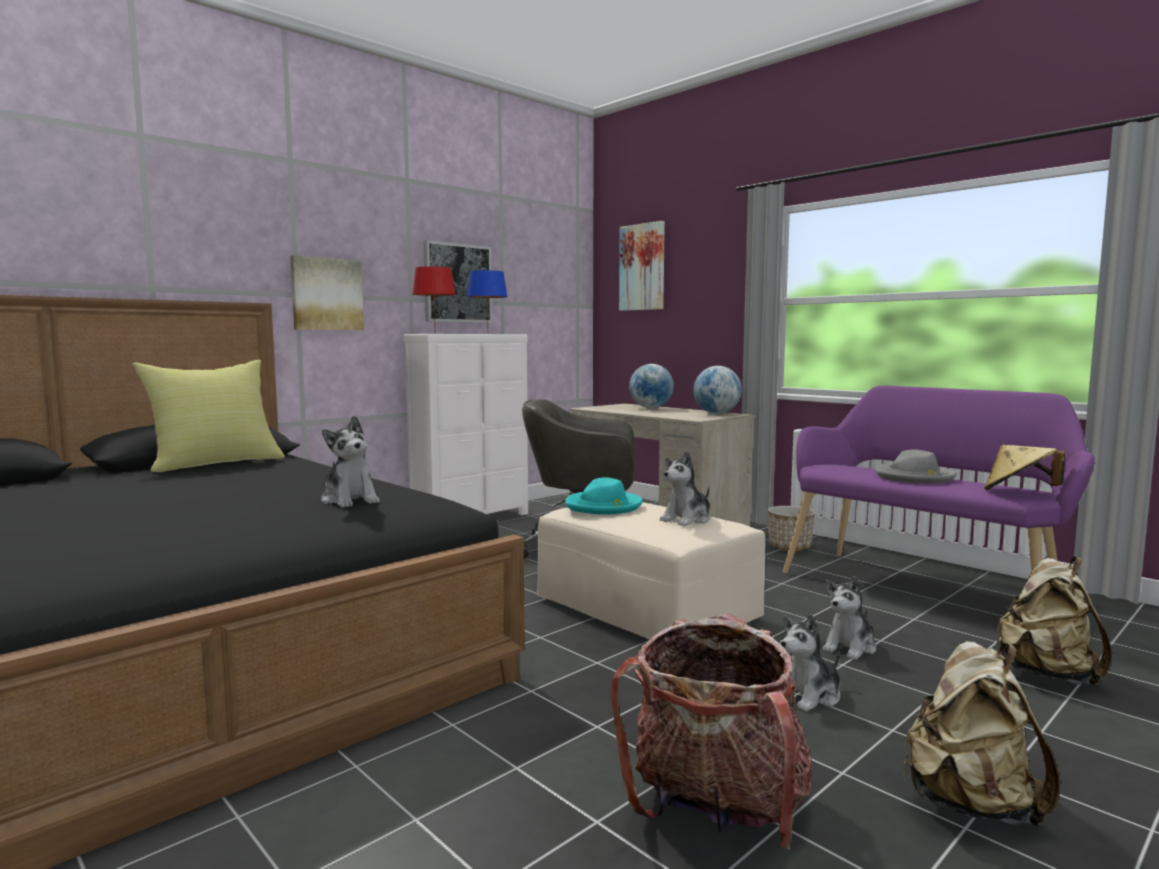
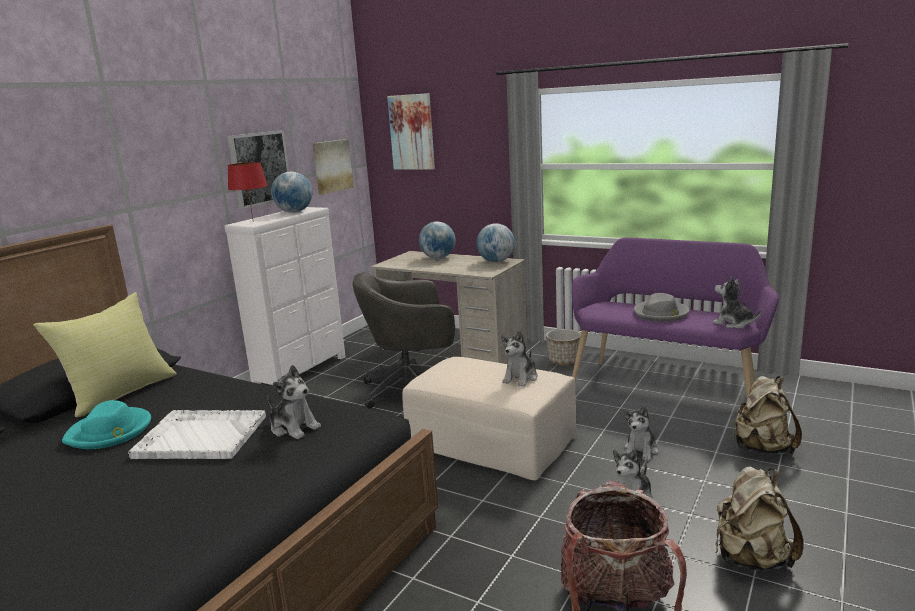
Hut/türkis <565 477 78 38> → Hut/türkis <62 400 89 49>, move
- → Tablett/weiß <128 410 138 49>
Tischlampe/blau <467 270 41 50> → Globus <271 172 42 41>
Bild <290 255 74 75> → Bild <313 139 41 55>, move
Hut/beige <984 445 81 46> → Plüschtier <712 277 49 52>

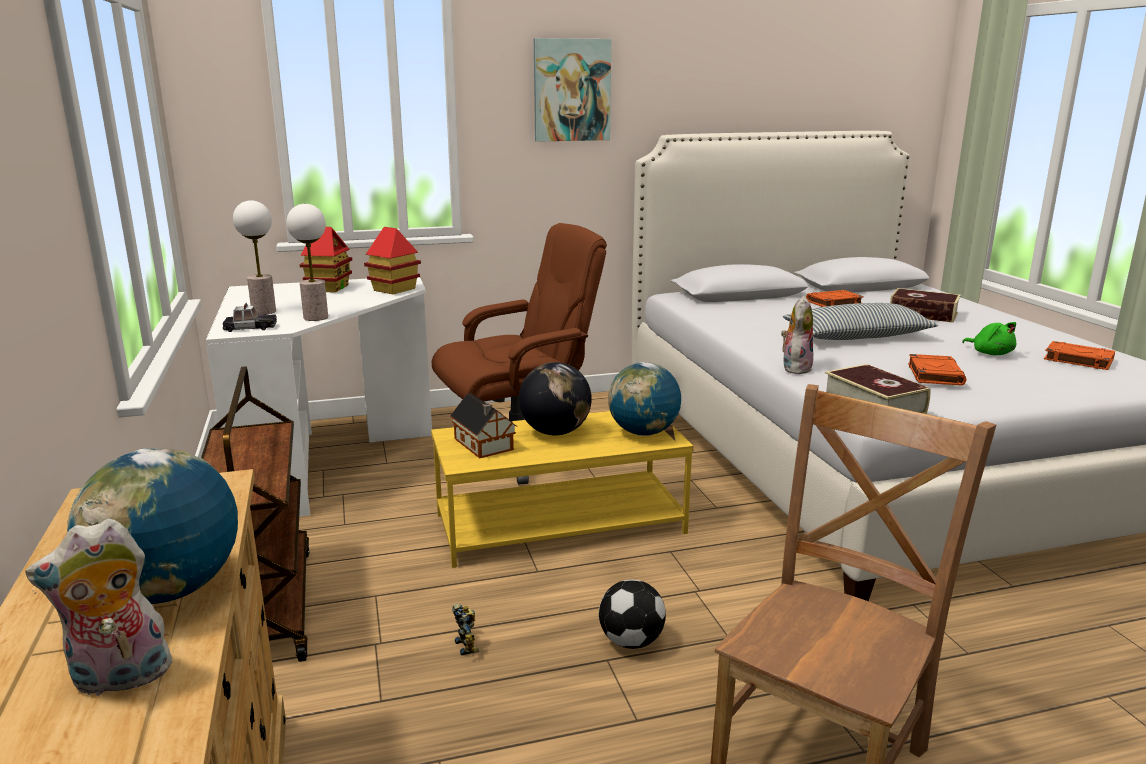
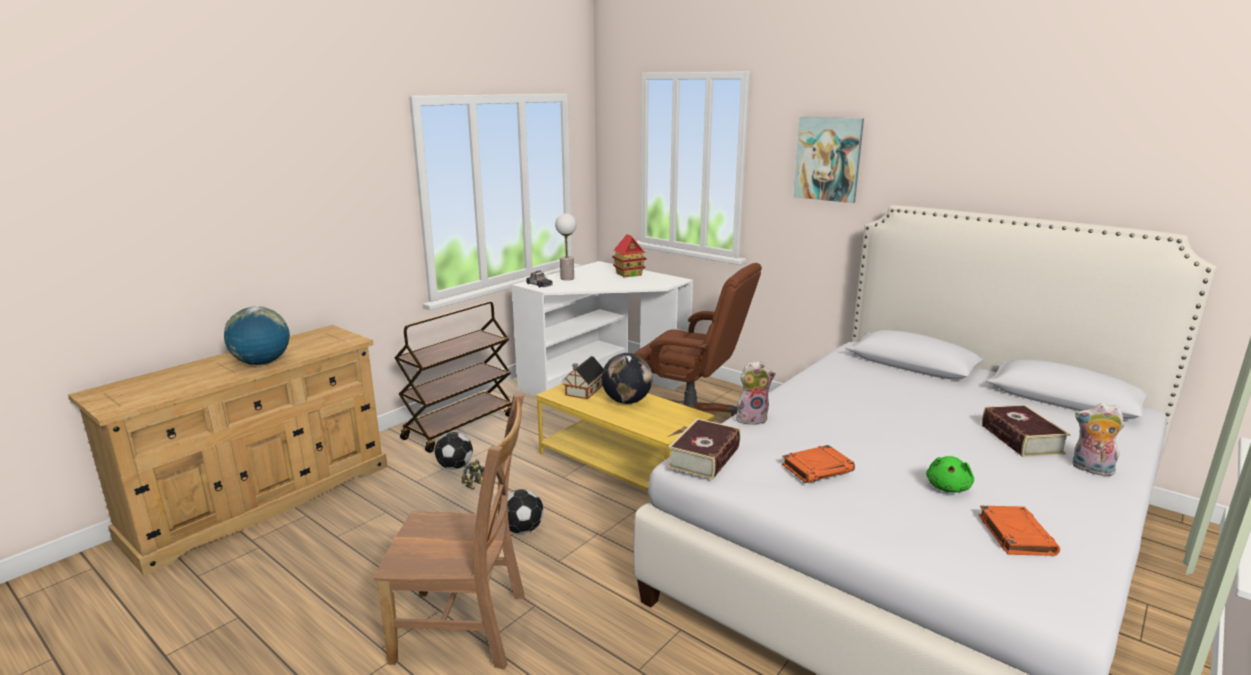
- → Fußball <435 432 38 37>
Plüschtier <25 518 149 179> → Plüschtier <1072 403 53 73>, move
Tischlampe <287 204 41 117> → -
Spielzeughaus <364 227 57 67> → -
Globus <608 362 73 74> → -
Kissen <783 303 155 37> → -
Buch/orange <806 290 58 17> → -

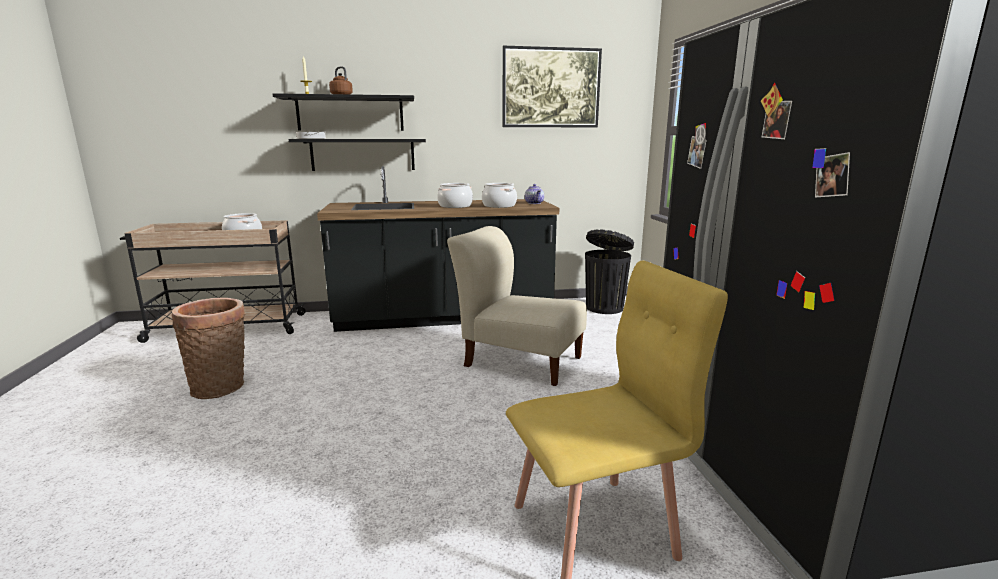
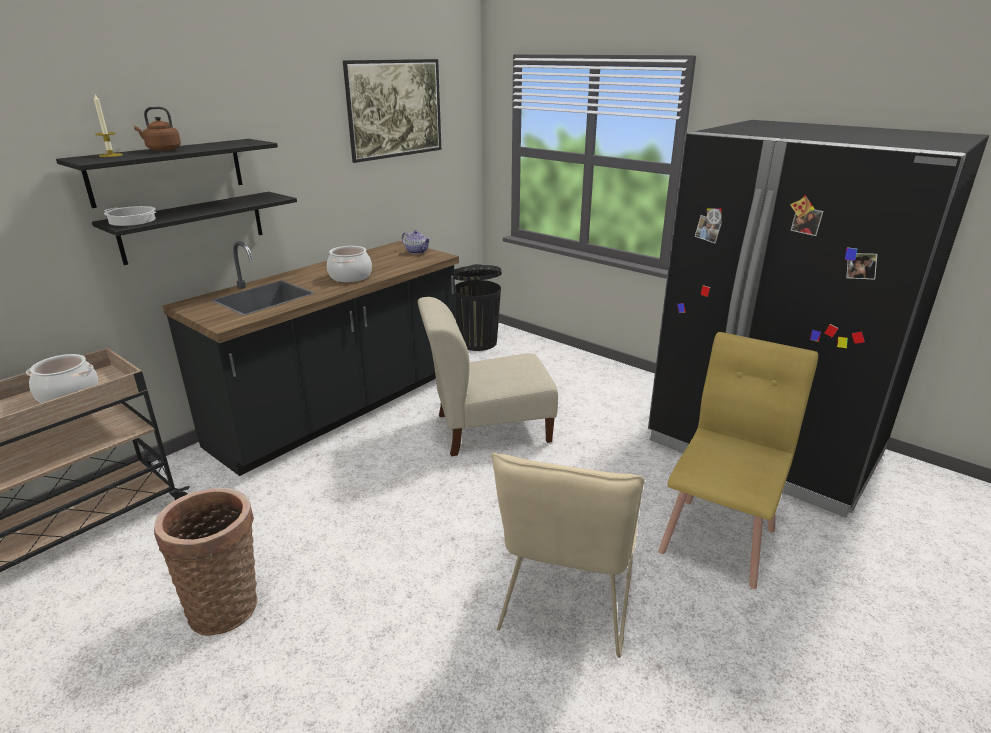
- → Stuhl/beige <491 453 154 205>
Kochtopf <482 183 35 25> → -

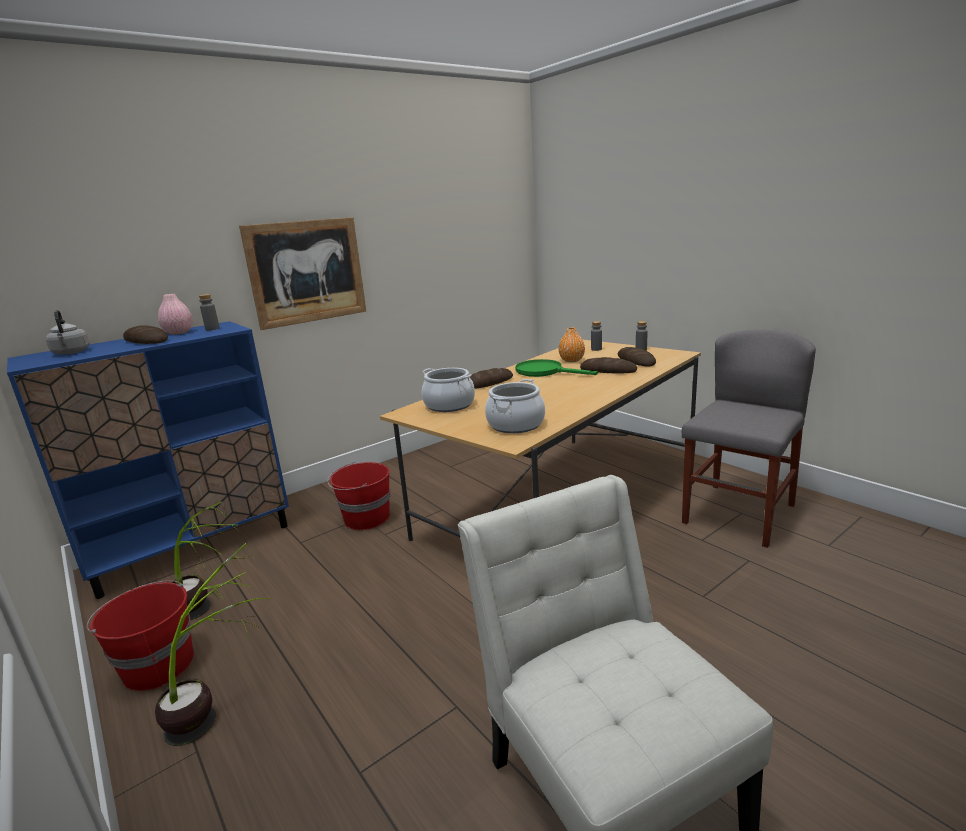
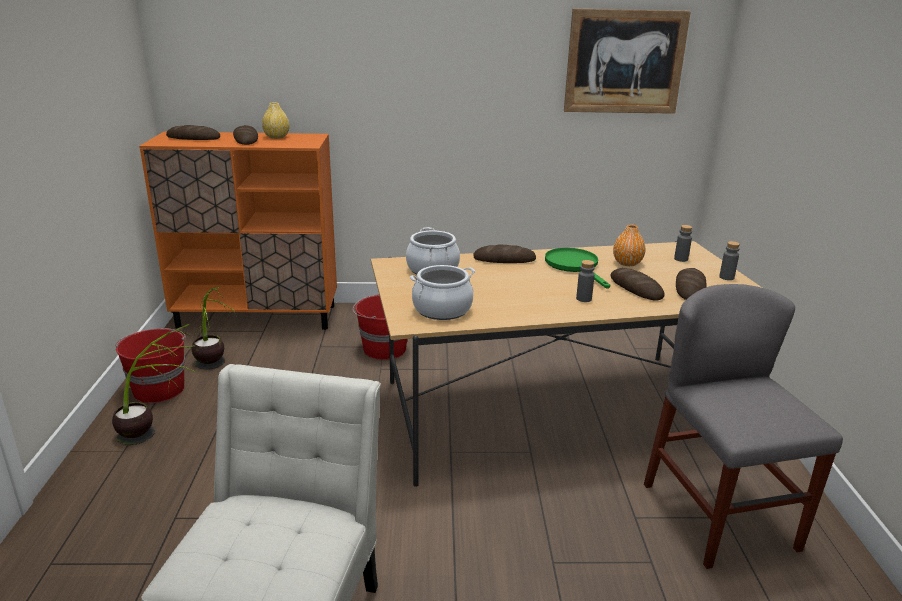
Schrank/blau <7 321 282 278> → Schrank/orange <139 131 198 199>
Wasserkessel/grau <46 310 44 45> → Brot <166 125 54 15>
Vase/rosa <158 294 35 41> → Vase/gelb <262 102 28 37>
Bild <239 217 127 113> → Bild <564 8 127 106>, move
Flasche/grau <199 294 21 36> → Flasche/grau <576 260 19 42>, move
Stuhl/grau <682 330 134 218> → Stuhl/grau <644 284 199 285>, 90 degrees counterclockwise

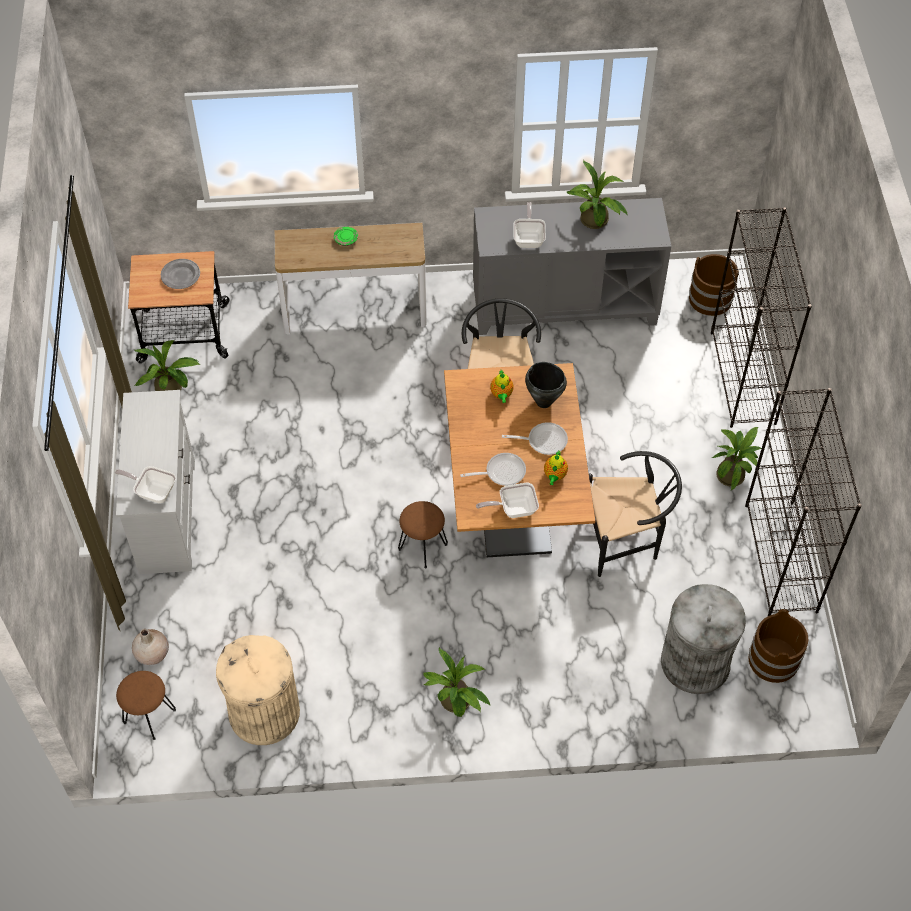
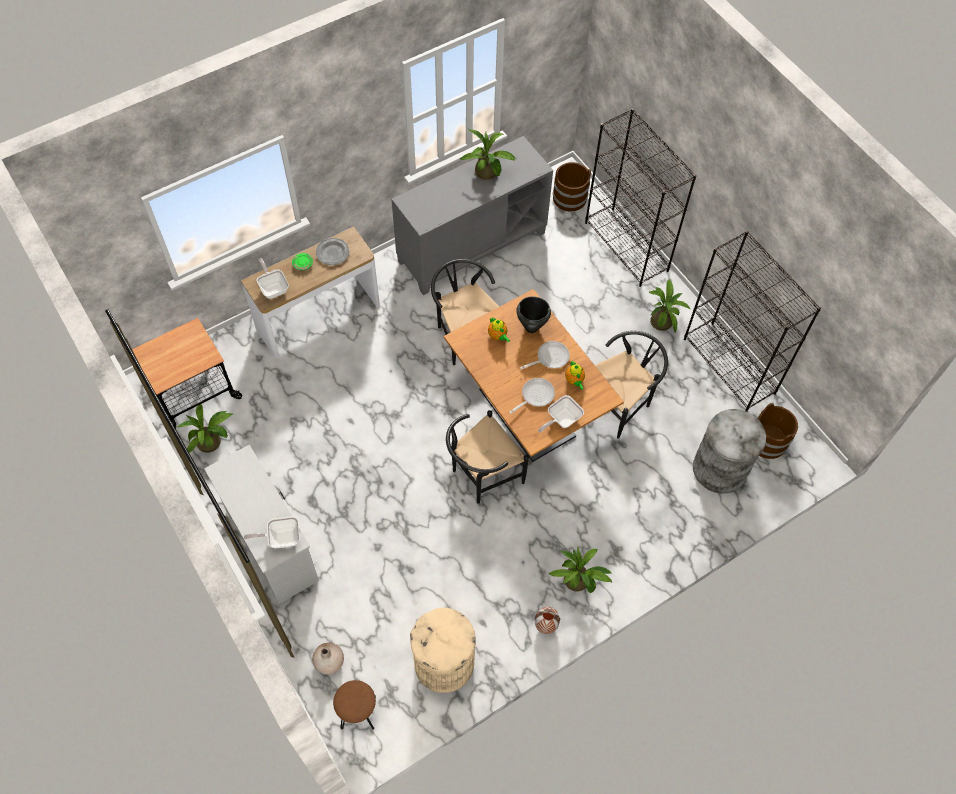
Pfanne <513 202 33 46> → Pfanne <256 258 33 41>, move
Teller/grau <161 259 39 30> → Teller/grau <316 238 33 27>, move
Hocker/braun <398 501 50 67> → Stuhl/schwarz <446 410 83 94>
- → Vase <535 607 25 27>

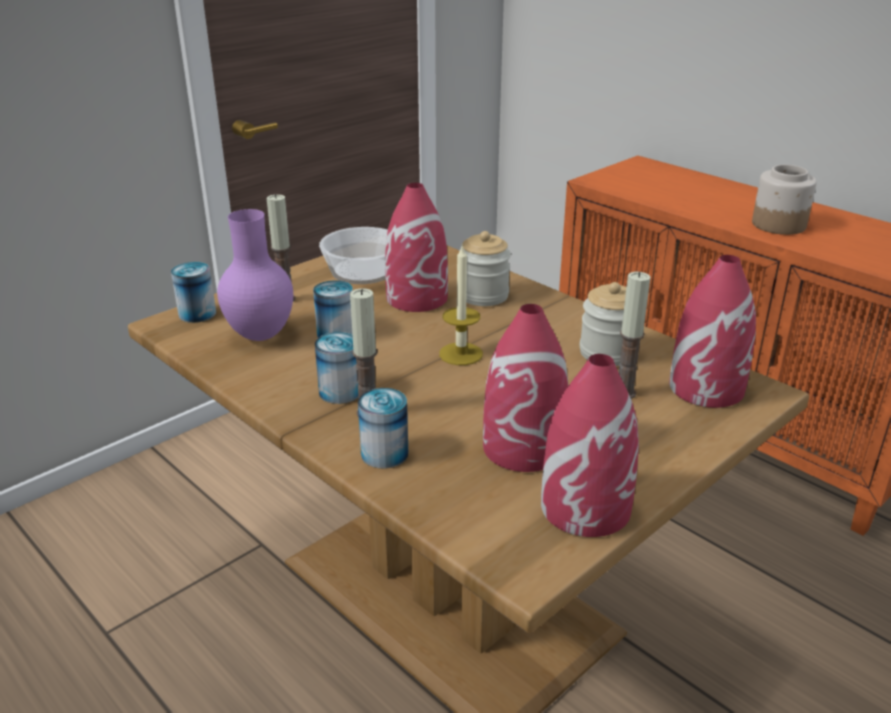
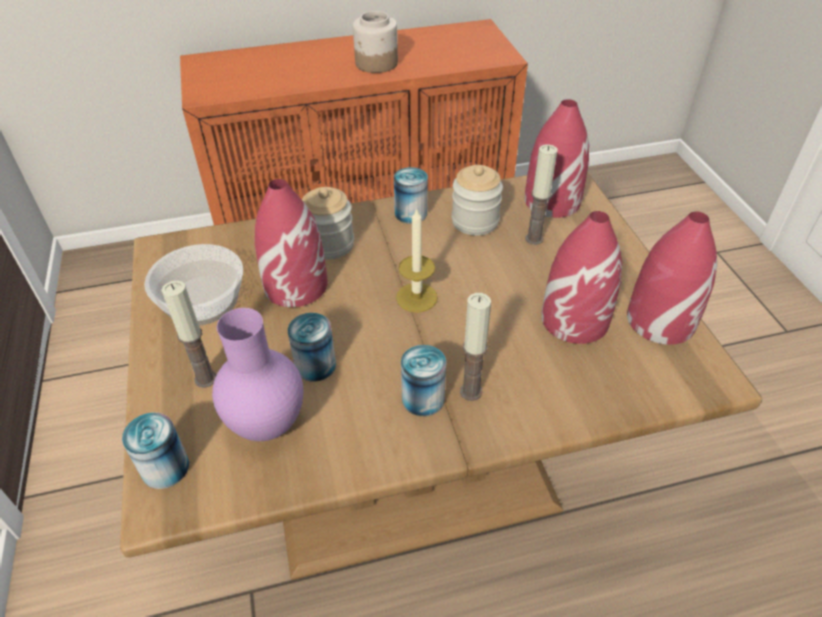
Dose <358 388 50 80> → Dose <394 167 34 57>, move

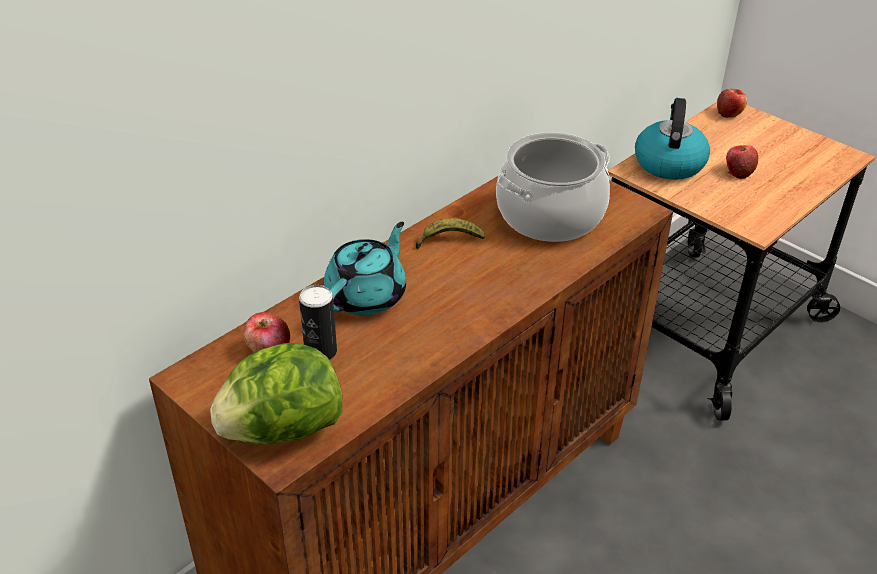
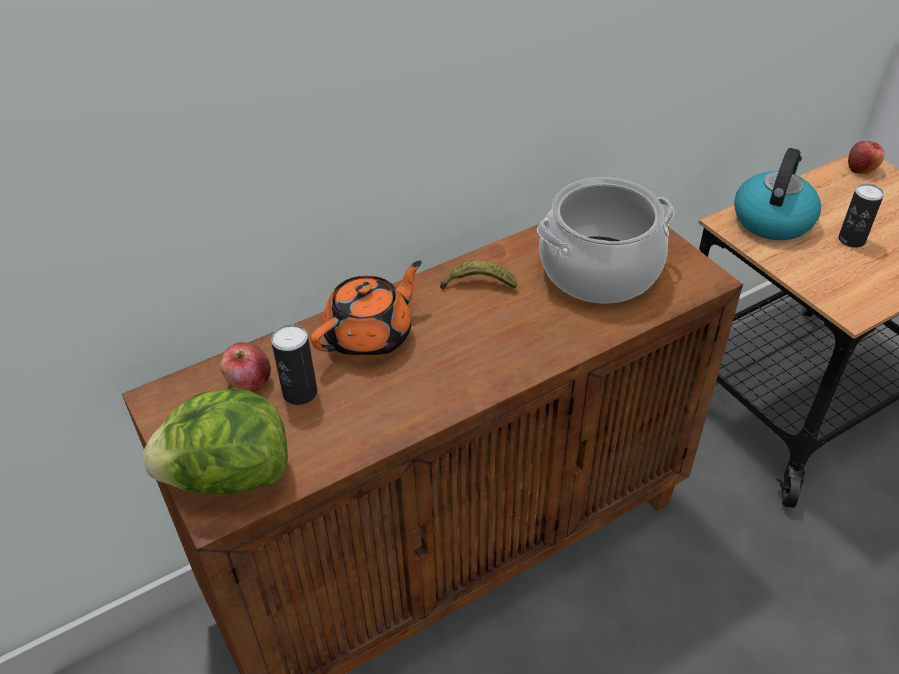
Teekanne/türkis <324 222 82 93> → Teekanne/orange <310 261 112 98>
Apfel <726 145 32 34> → Dose <838 184 46 64>

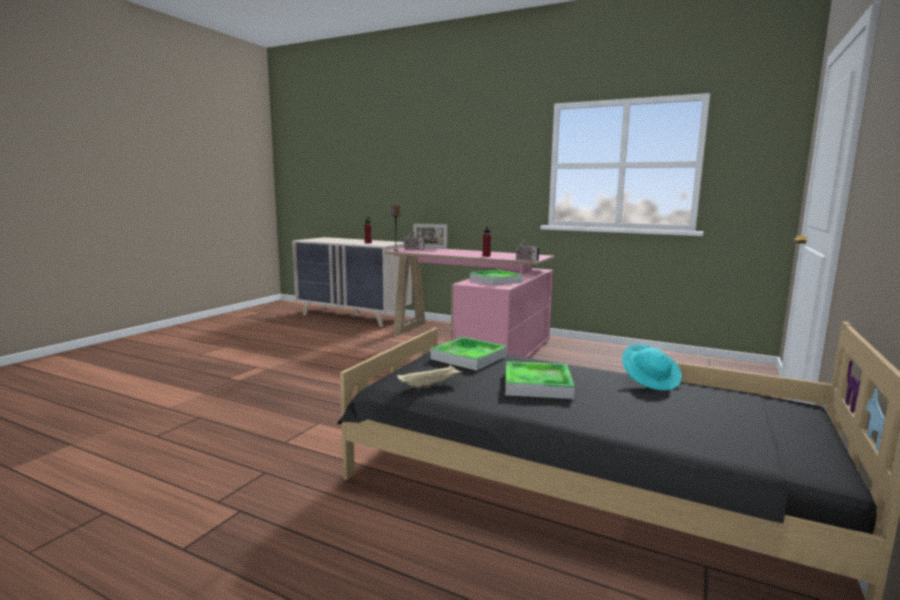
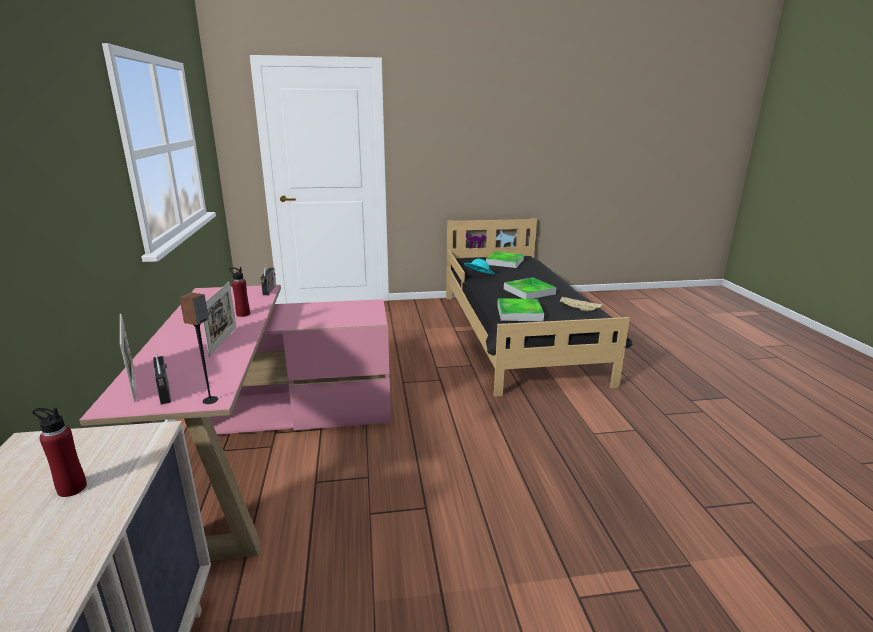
- → Bilderrahmen <203 282 33 75>
Tablett <470 270 54 15> → Tablett <486 251 38 17>, move

